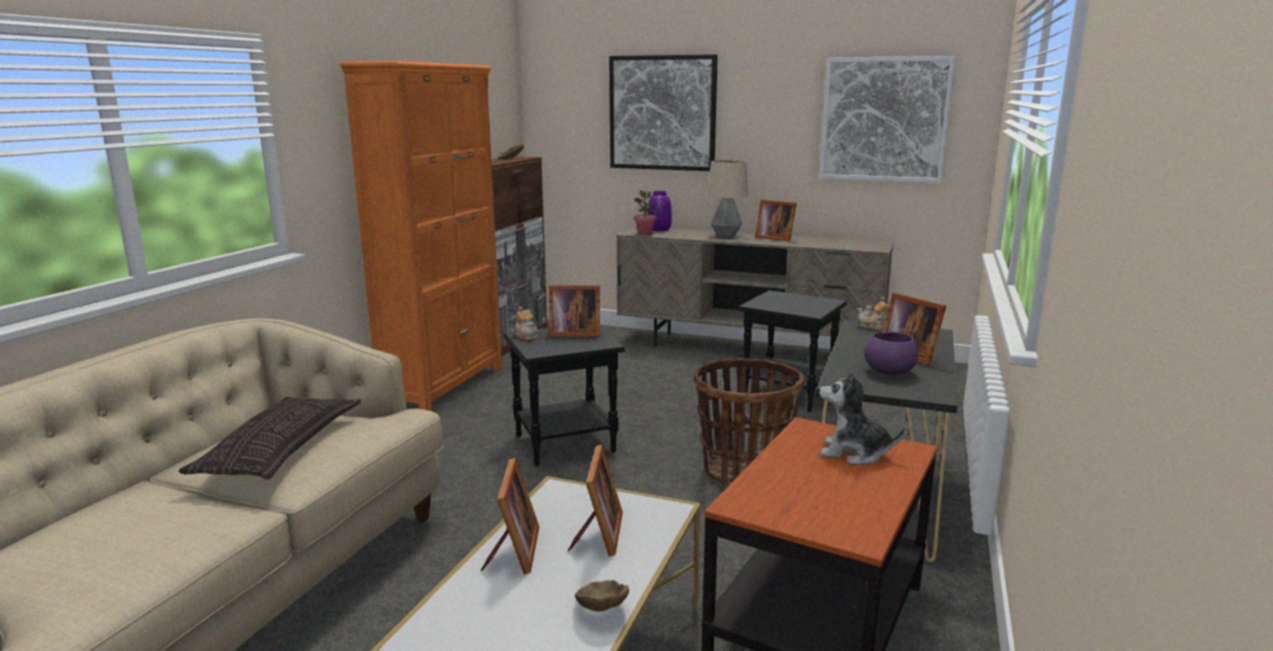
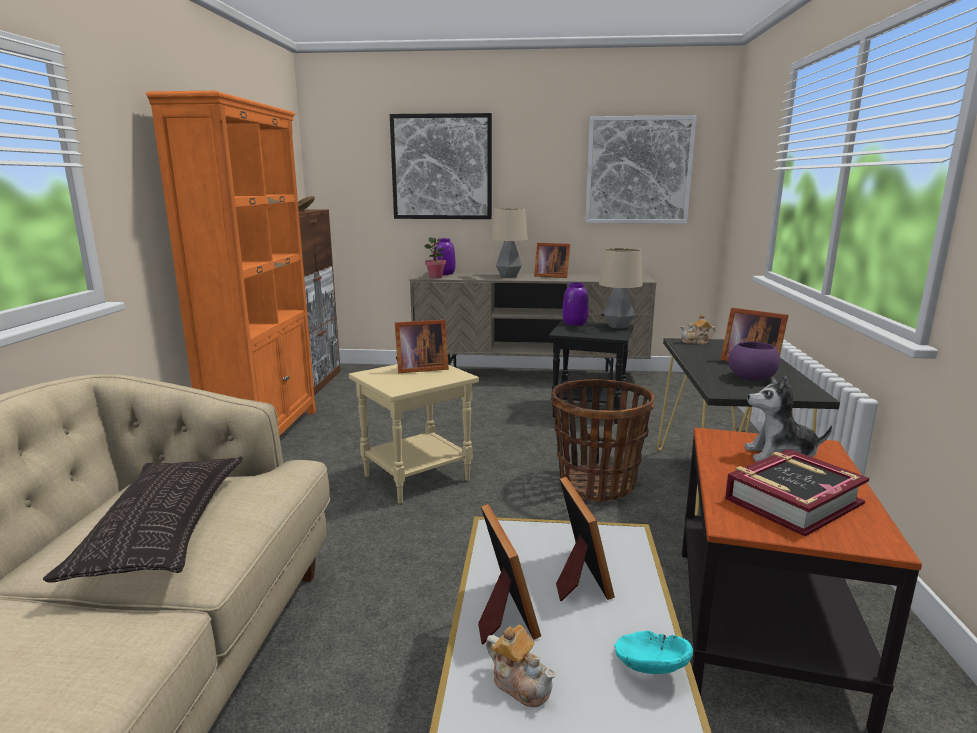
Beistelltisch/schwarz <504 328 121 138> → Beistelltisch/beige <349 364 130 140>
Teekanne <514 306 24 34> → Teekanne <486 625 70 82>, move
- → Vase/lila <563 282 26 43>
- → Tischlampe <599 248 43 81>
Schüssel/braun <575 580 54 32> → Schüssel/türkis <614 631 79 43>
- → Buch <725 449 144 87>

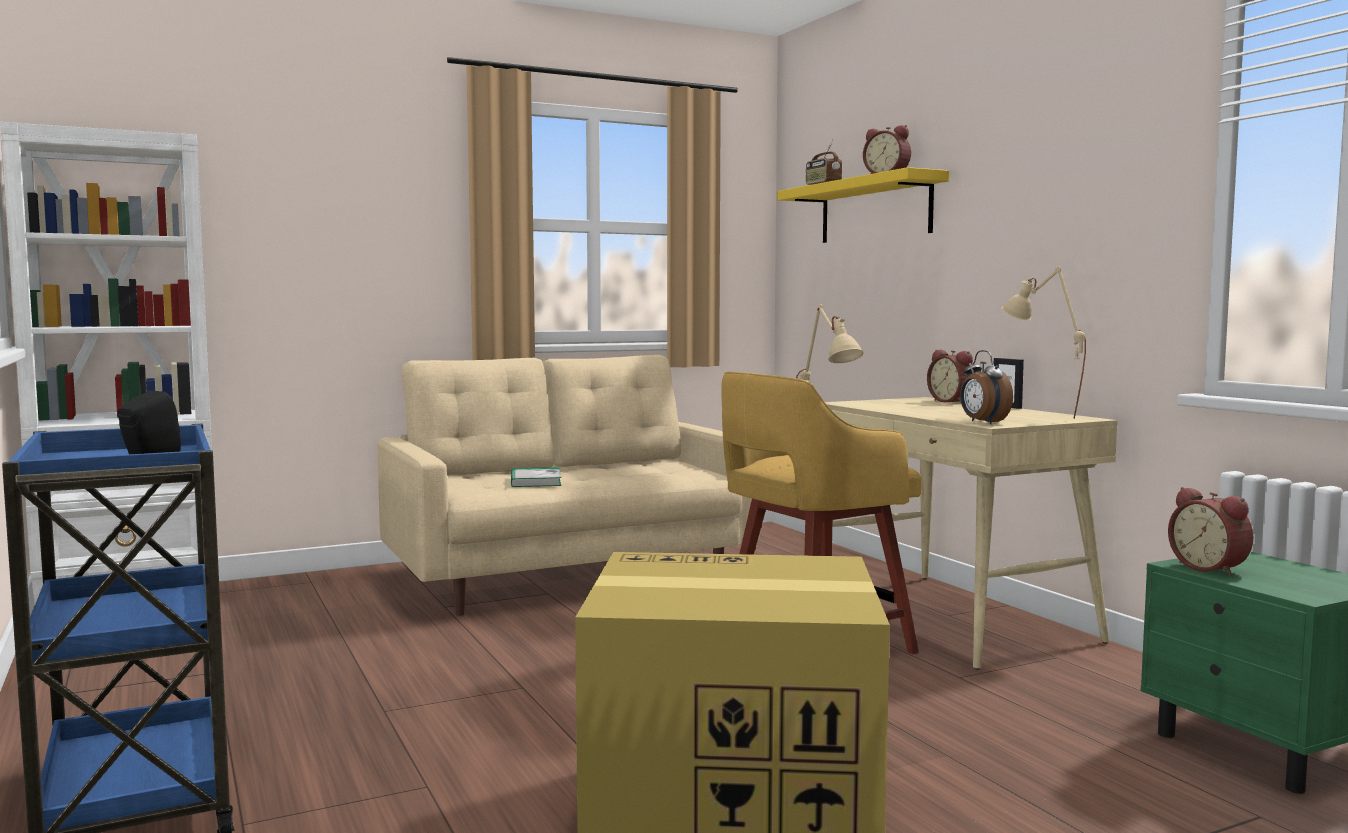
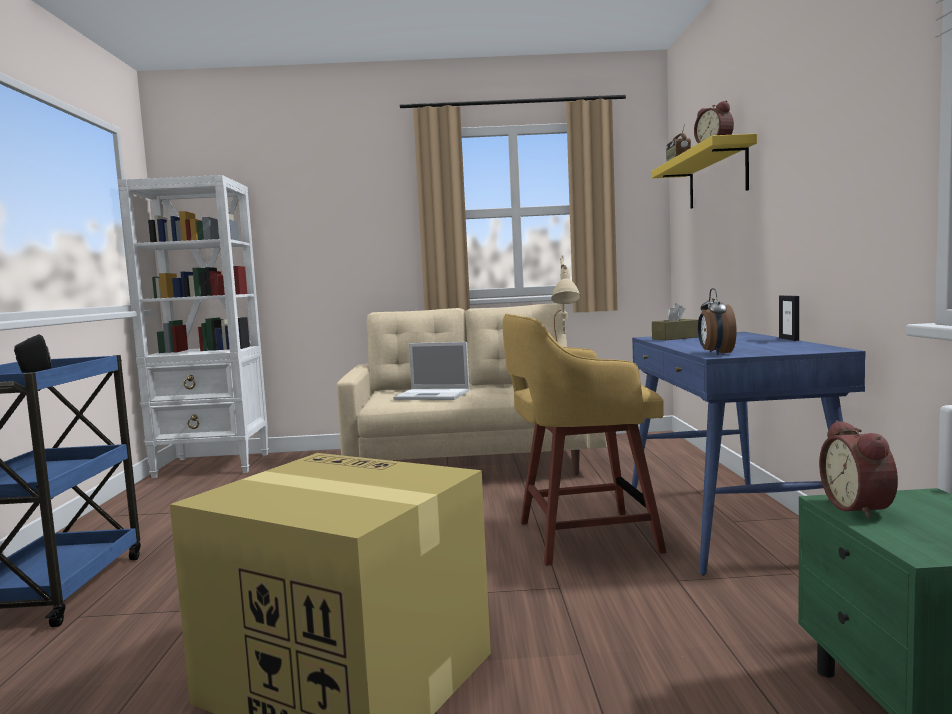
Buch <511 467 50 20> → Laptop <393 342 76 58>
Schreibtisch/beige <825 397 293 273> → Schreibtisch/blau <632 332 233 243>
- → Taschentuchbox/braun <652 303 46 37>
Wecker <927 350 46 52> → -
Tischlampe/beige <1001 266 85 153> → -

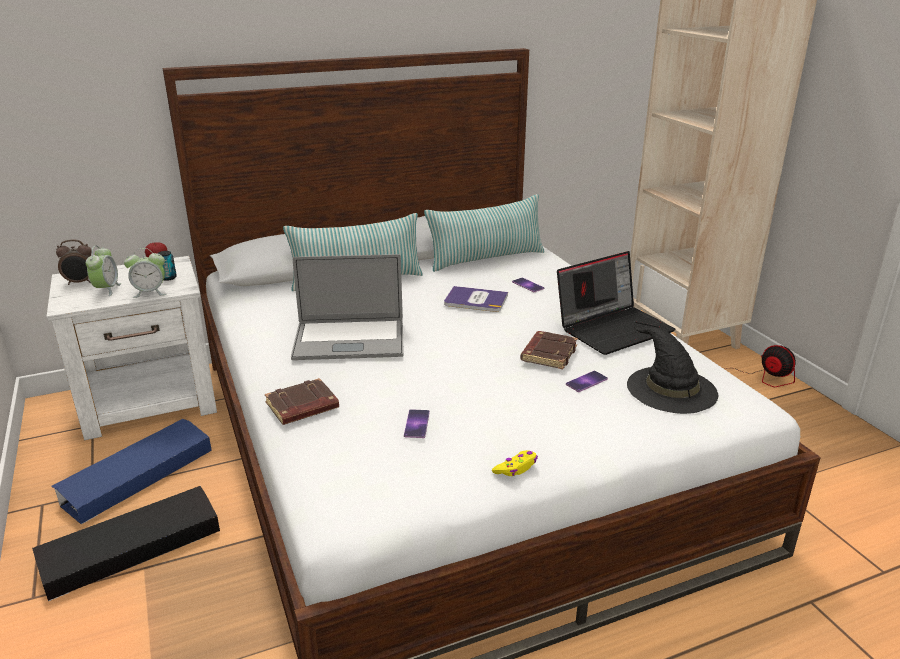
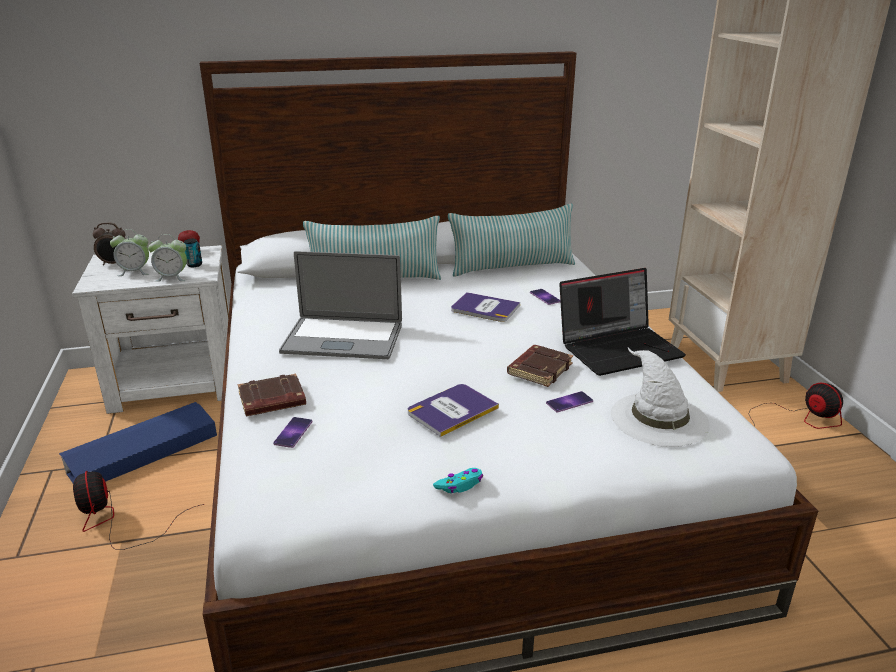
Aufbewahrungsbox/schwarz <32 486 188 115> → Ventilator <73 471 131 79>
Wecker <86 246 35 50> → Wecker <110 229 39 47>, 75 degrees clockwise
Handy <404 409 26 29> → Handy <273 417 40 31>, move
- → Buch <408 384 91 53>
Gamepad/gelb <492 450 46 26> → Gamepad/türkis <433 468 50 25>
Hut/schwarz <627 327 91 87> → Hut/weiß <611 348 99 99>

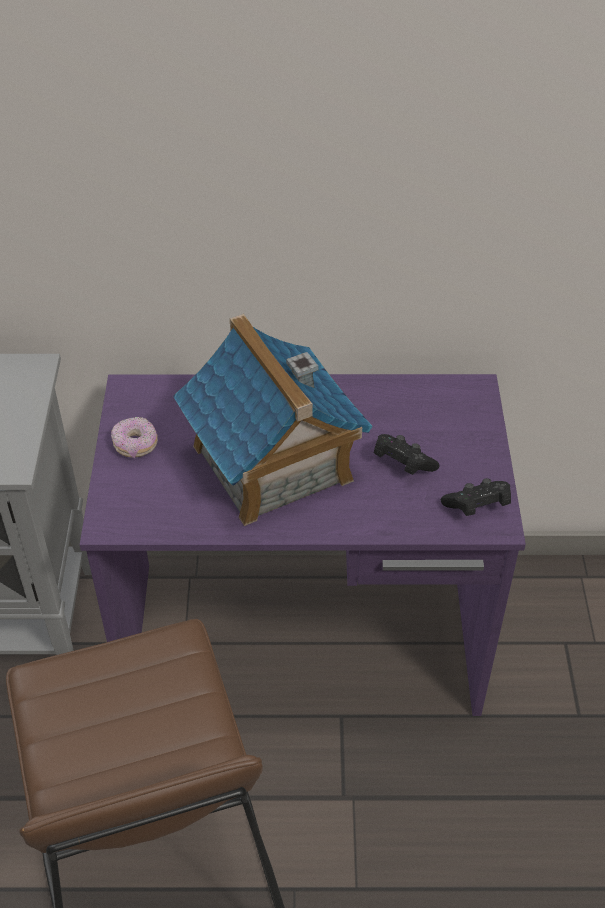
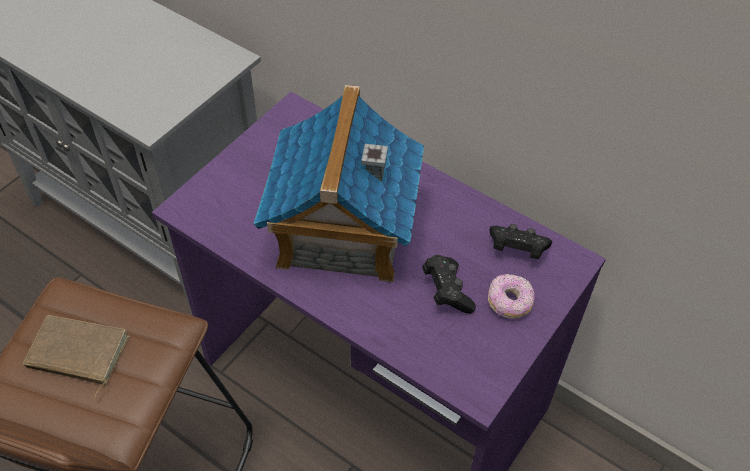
- → Buch/braun <23 315 106 84>
Donut <111 417 47 41> → Donut <488 274 47 45>, move
Gamepad/schwarz <441 478 70 38> → Gamepad/schwarz <490 224 62 35>, move

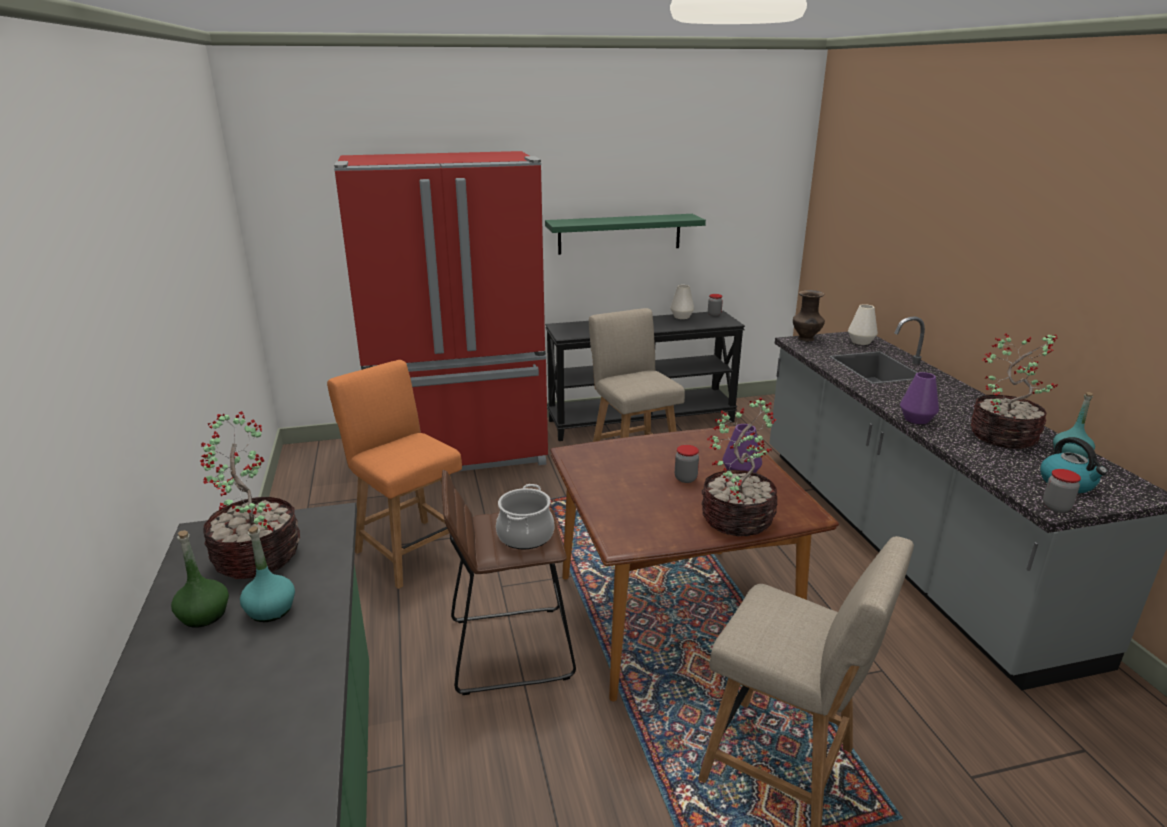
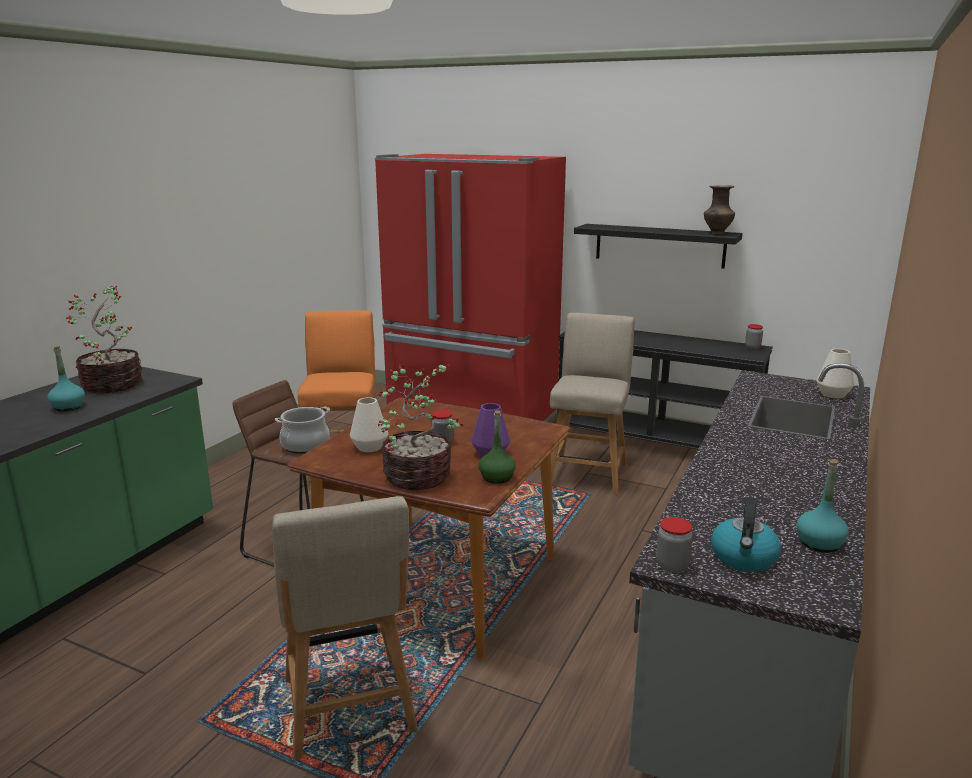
Vase/weiß <670 285 24 34> → Vase/weiß <350 397 38 55>, move
Flasche/grün <171 530 58 98> → Flasche/grün <479 410 37 74>, move
Wandregal/grün <545 214 161 41> → Wandregal/schwarz <574 224 169 45>
Vase/braun <793 290 32 51> → Vase/braun <704 185 31 49>, move
Vase/lila <900 372 39 52> → -
Topfpflanze <971 333 87 116> → -

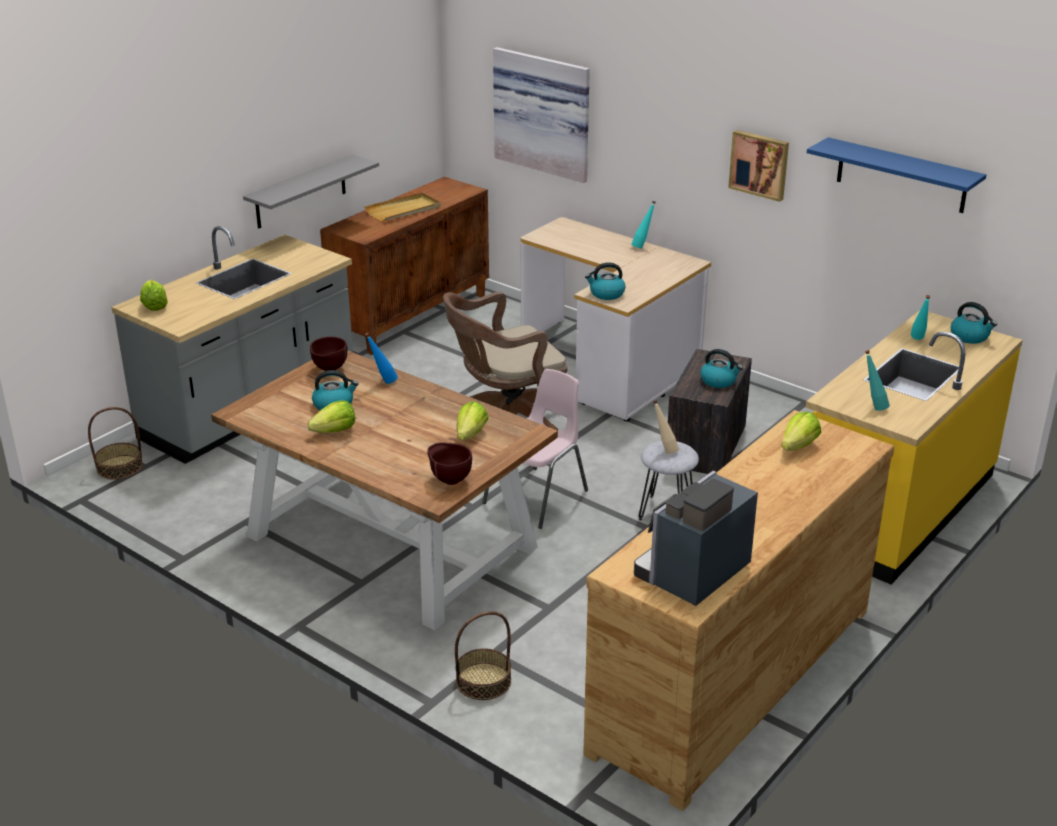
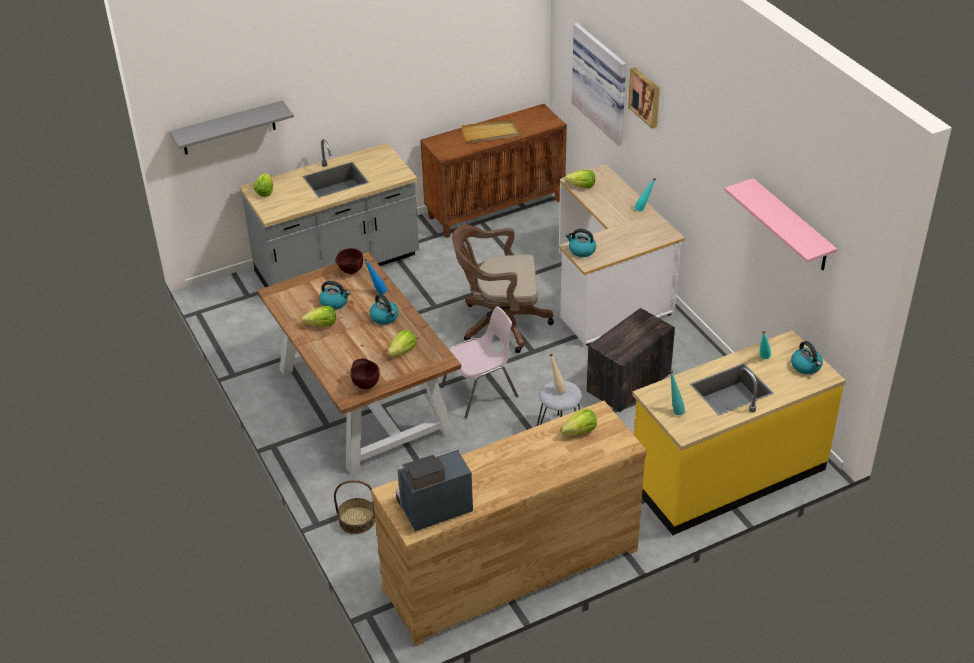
Wandregal/grau <243 154 136 75> → Wandregal/grau <169 100 125 55>, move
Wasserkessel <701 349 42 39> → Wasserkessel <370 294 28 31>, move
- → Salatkopf <565 170 30 18>
Bild <728 130 61 72> → Bild <628 67 32 62>, move
Wandregal/blau <807 137 180 76> → Wandregal/rosa <724 178 113 92>
Korb <88 407 55 73> → -

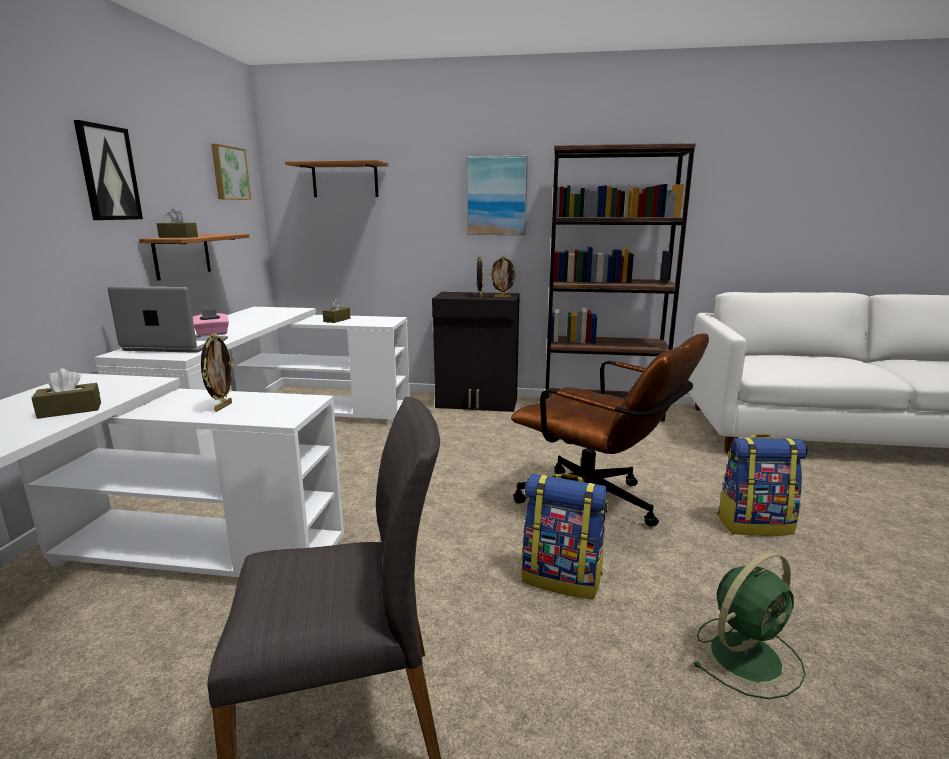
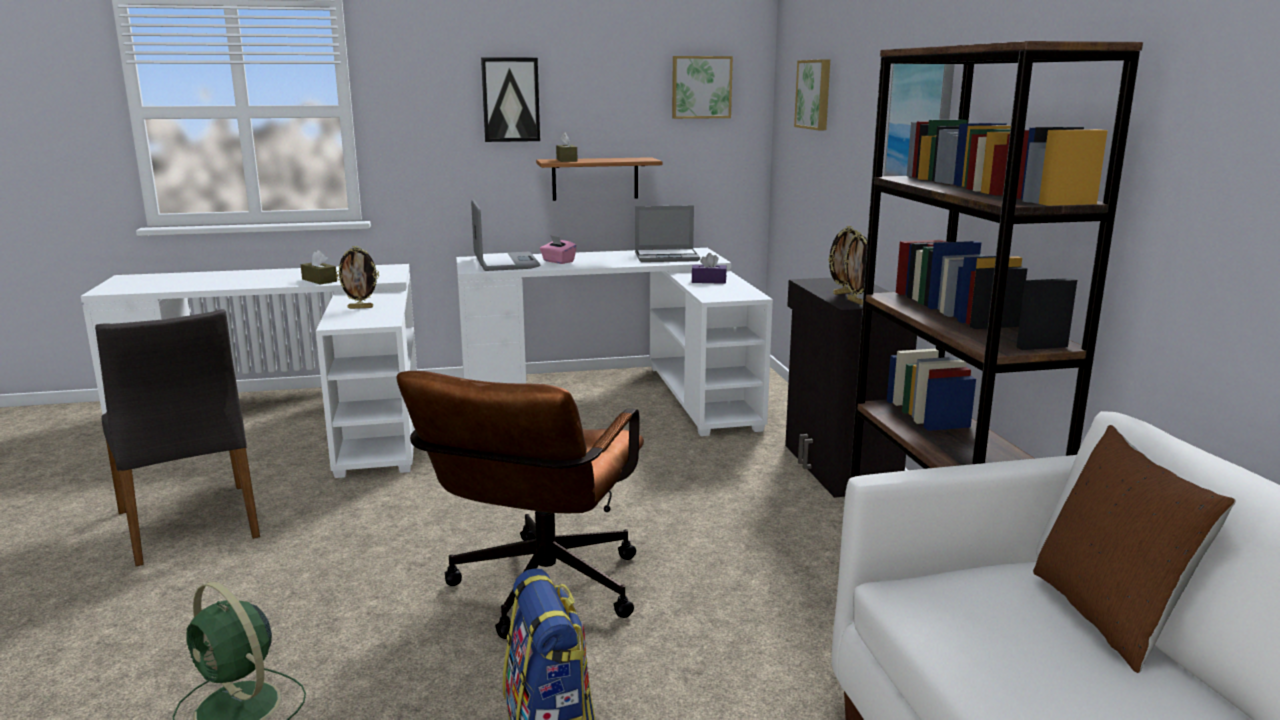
- → Laptop <635 205 65 57>
Taschentuchbox/braun <323 298 27 25> → Taschentuchbox/lila <691 253 36 31>
Wandregal <285 160 103 37> → Bild <794 59 36 71>
- → Kissen/braun <1033 425 203 248>
Rucksack <522 473 86 127> → -

